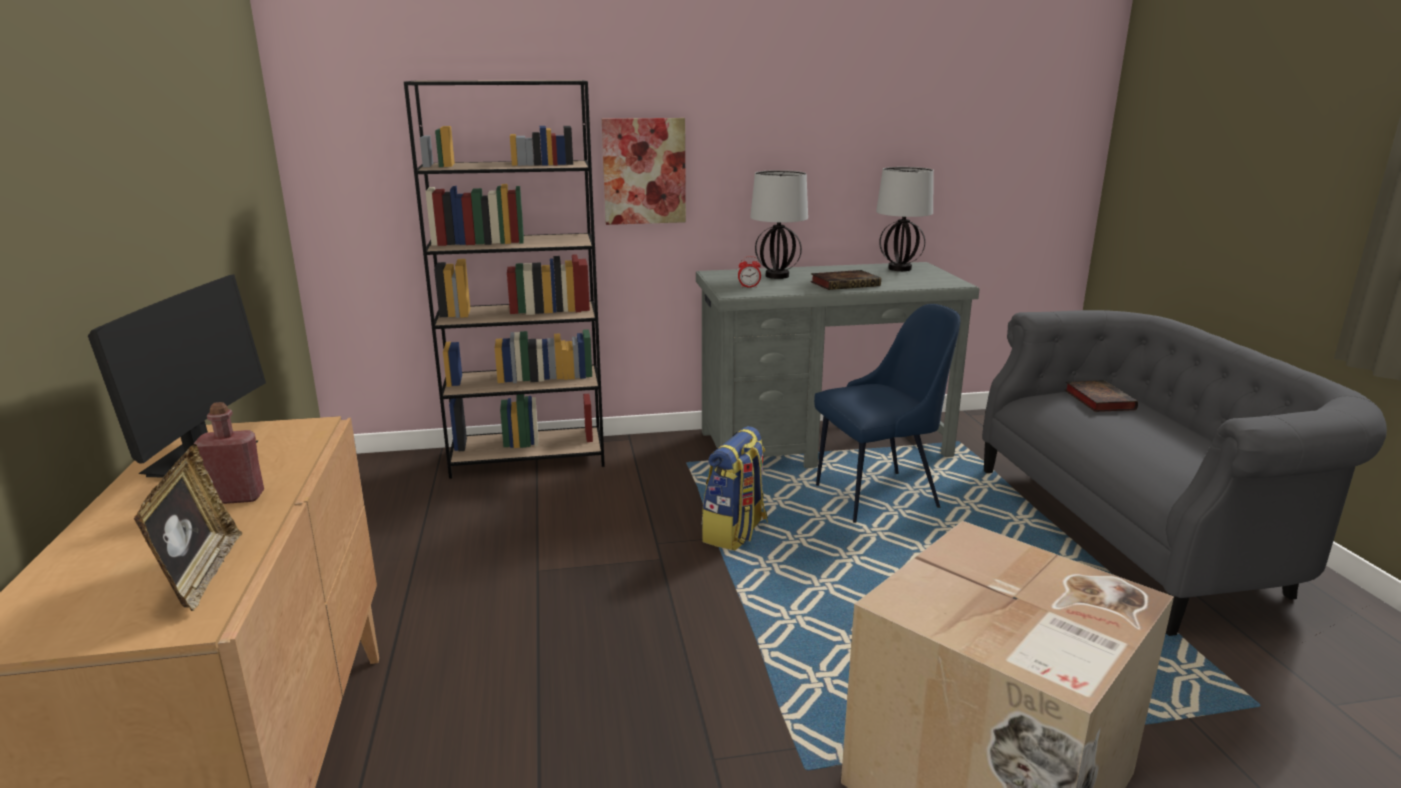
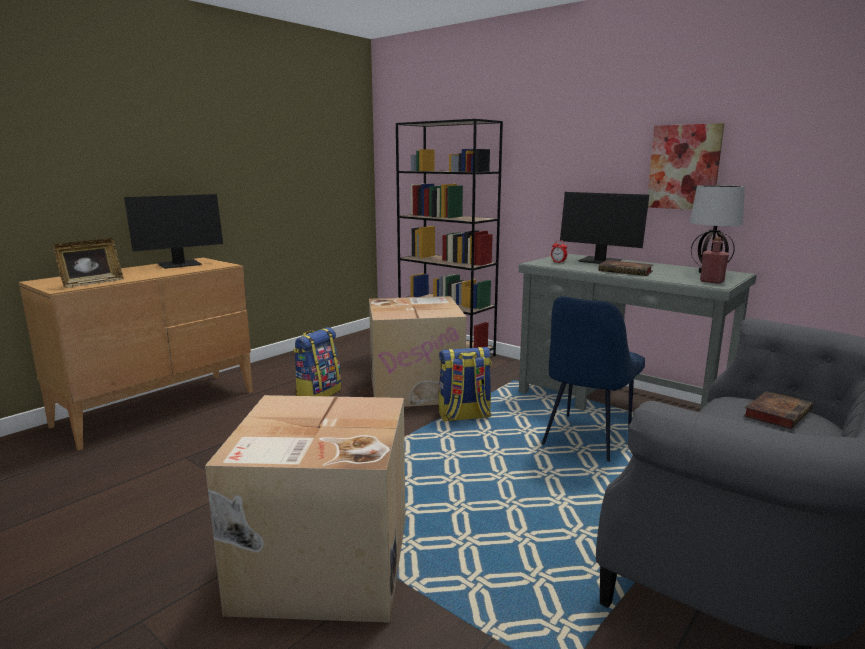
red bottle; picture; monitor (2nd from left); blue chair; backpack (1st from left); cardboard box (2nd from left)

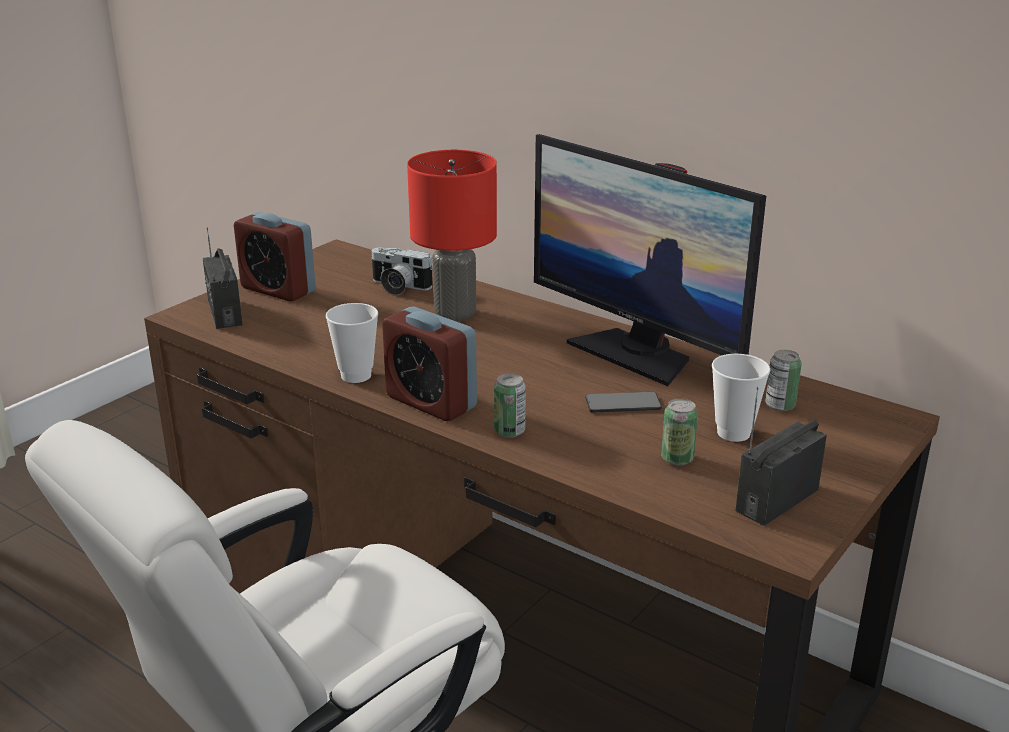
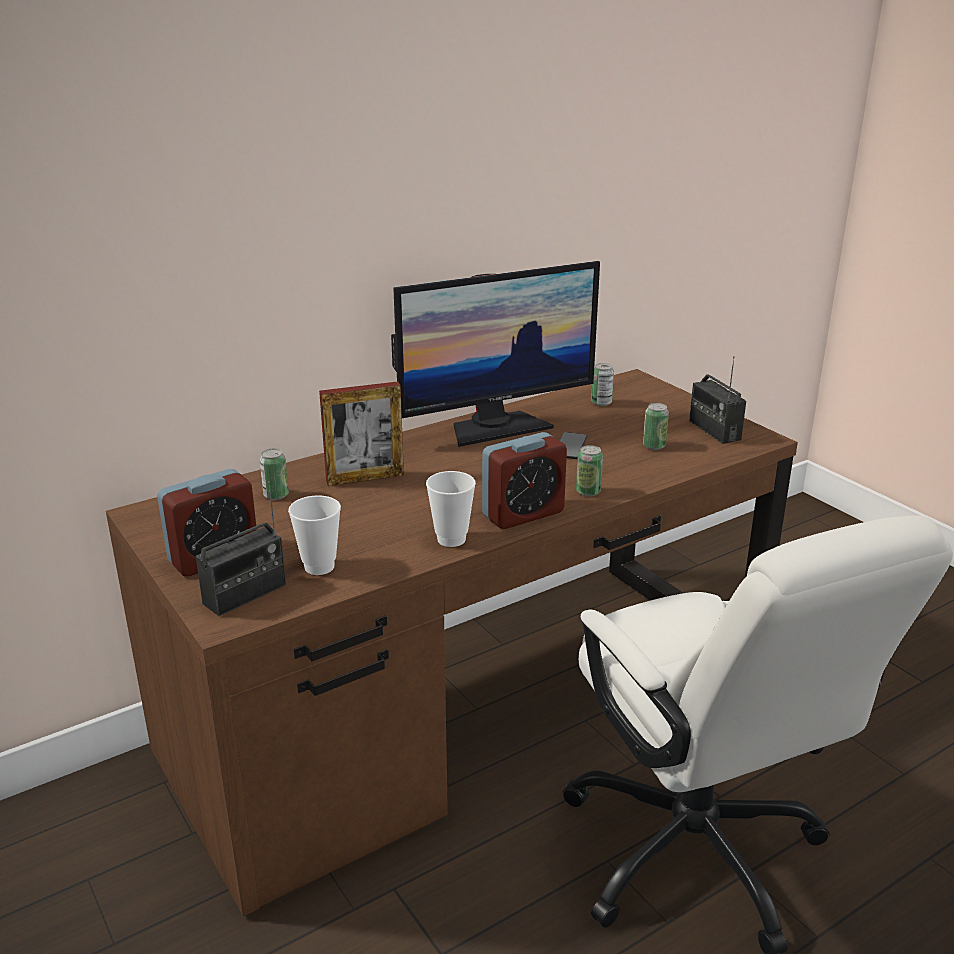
radio (1st from left); can (1st from left); picture frame; cup (1st from left)

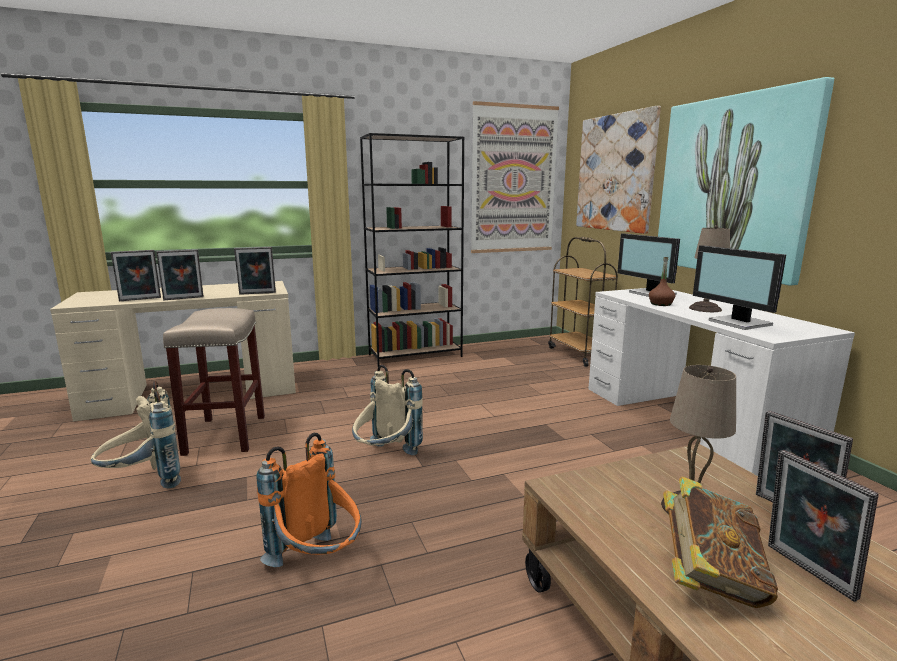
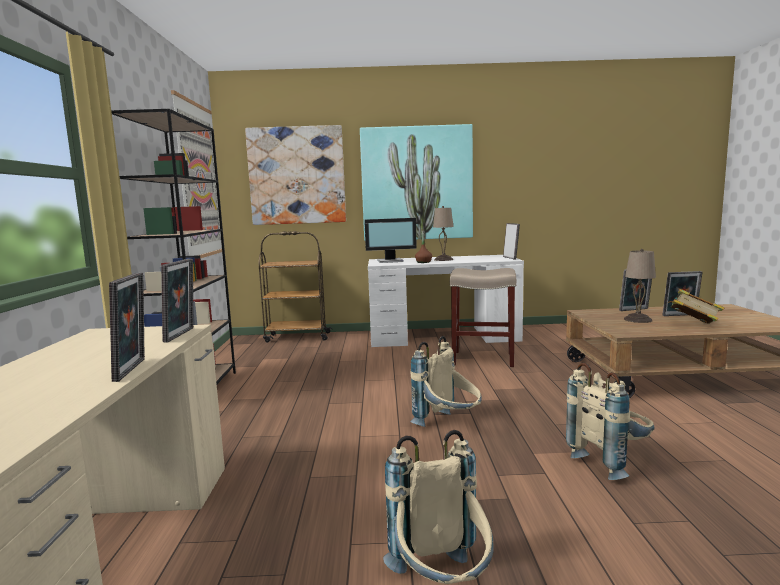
picture frame (3rd from left); beige stool; beige backpack (3rd from left); monitor (2nd from left in the first image)

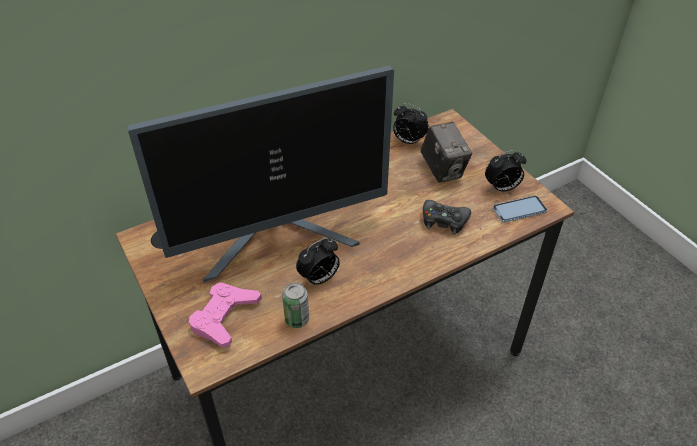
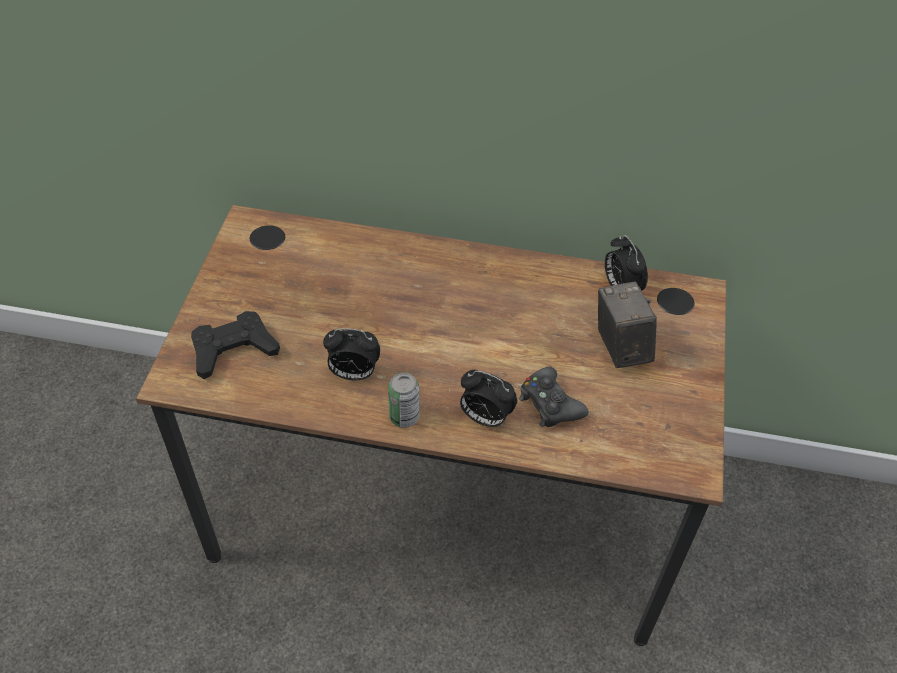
monitor; black game controller (1st from left); can; photo camera; alarm clock (2nd from left); phone

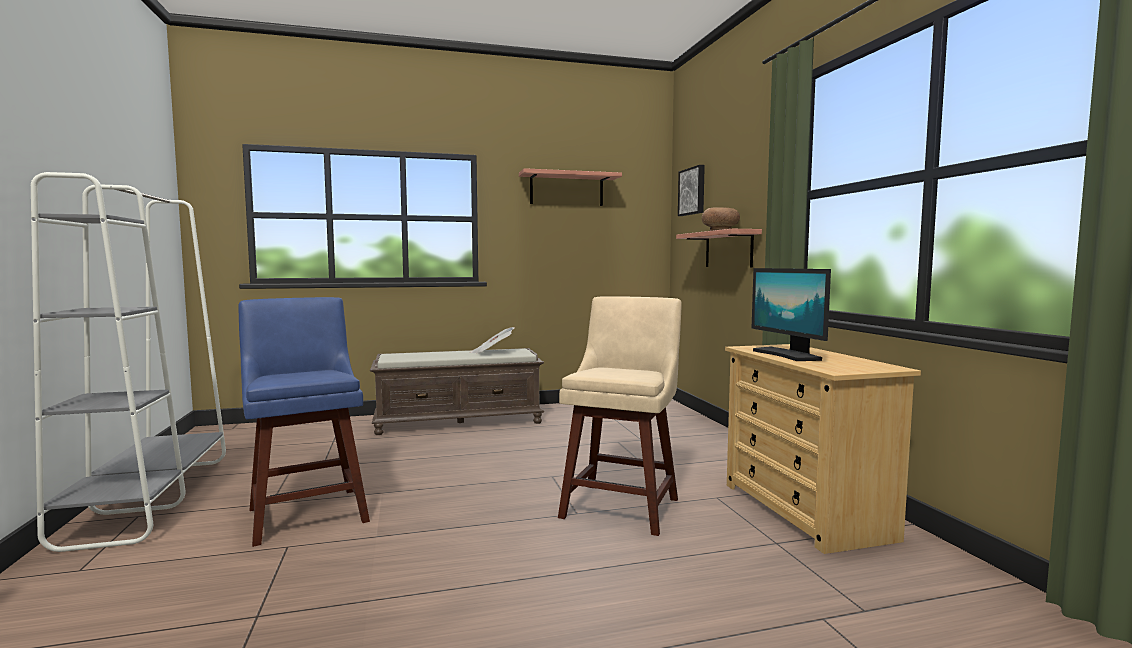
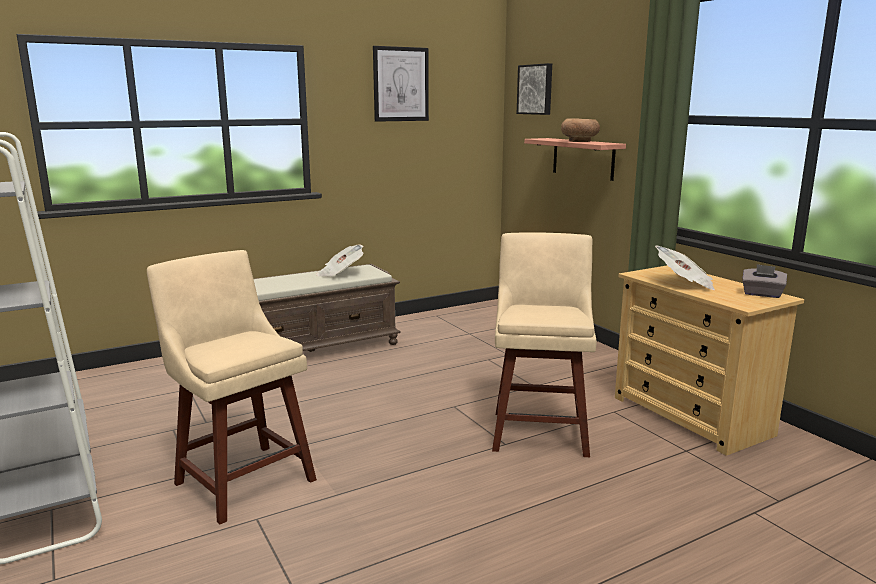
beige chair (1st from left); picture (1st from left); newspaper (2nd from left); grey tissue box

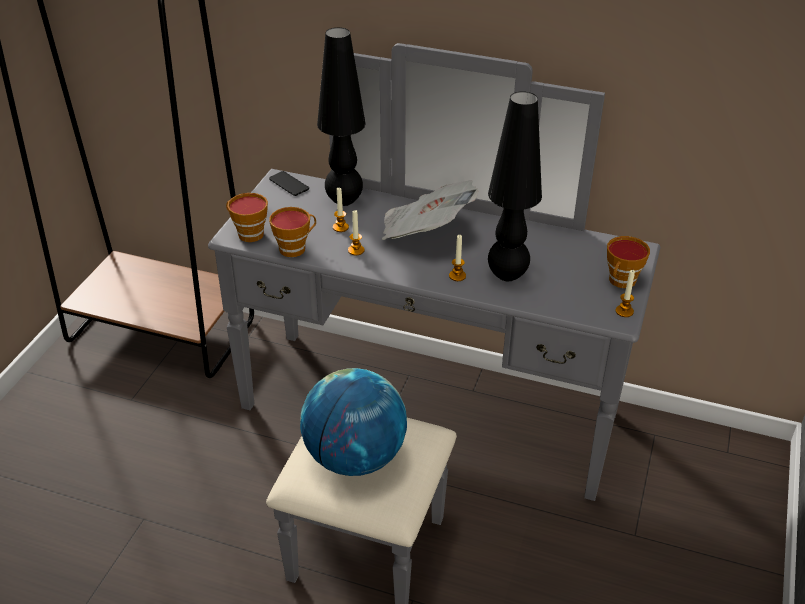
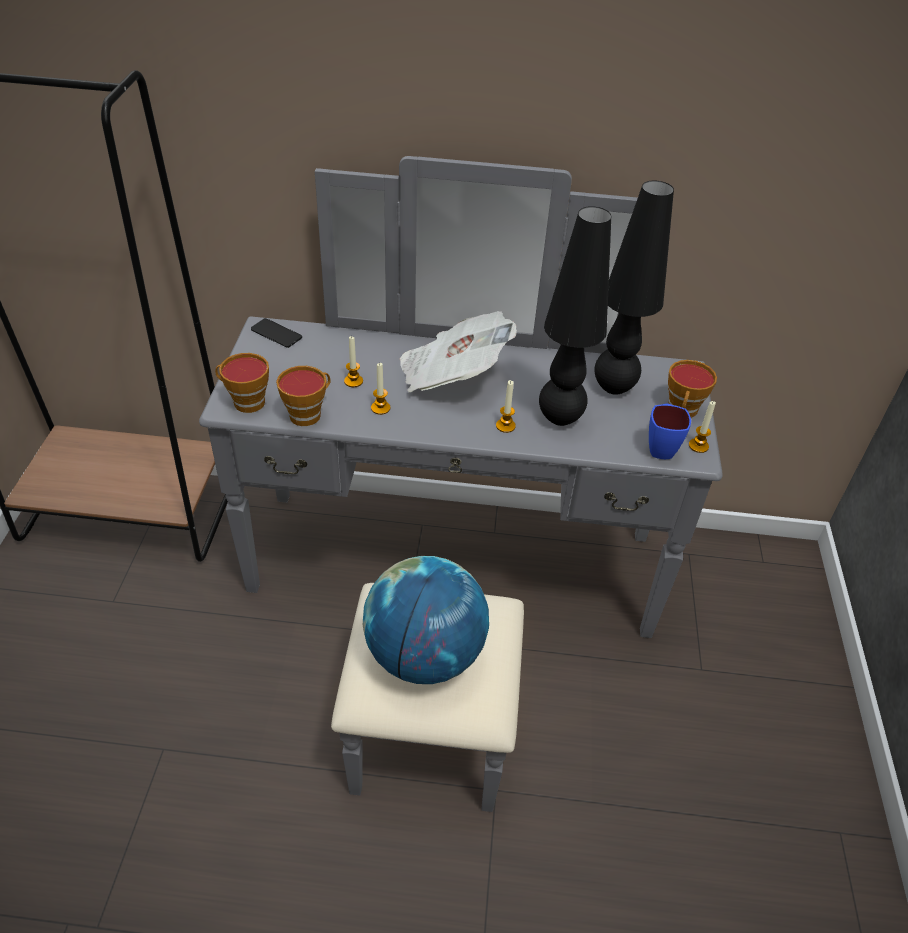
black table lamp (2nd from left); blue mug

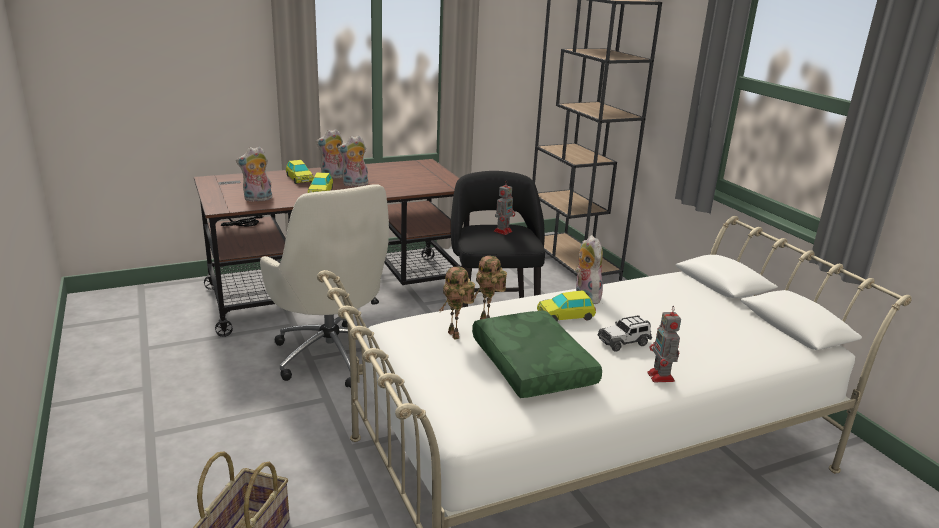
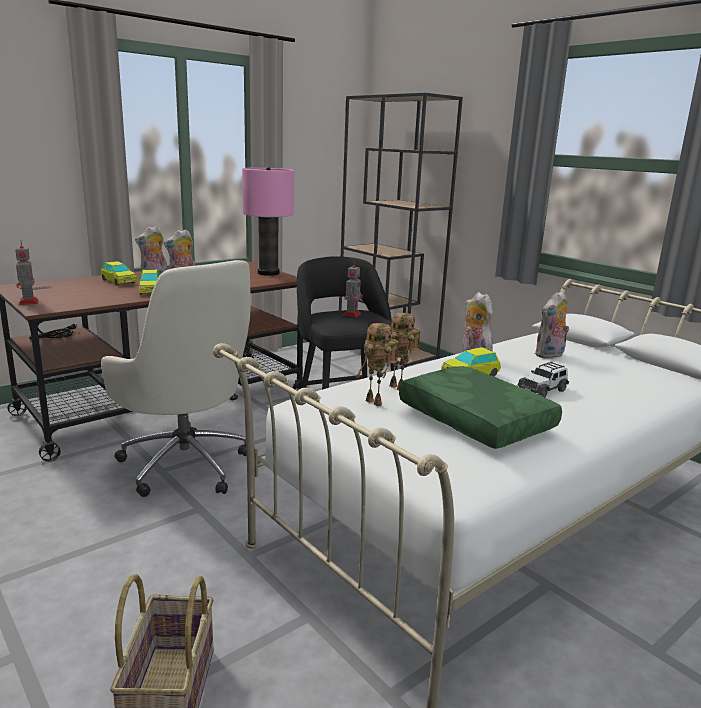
plush toy (4th from left); toy robot (1st from left); pink table lamp

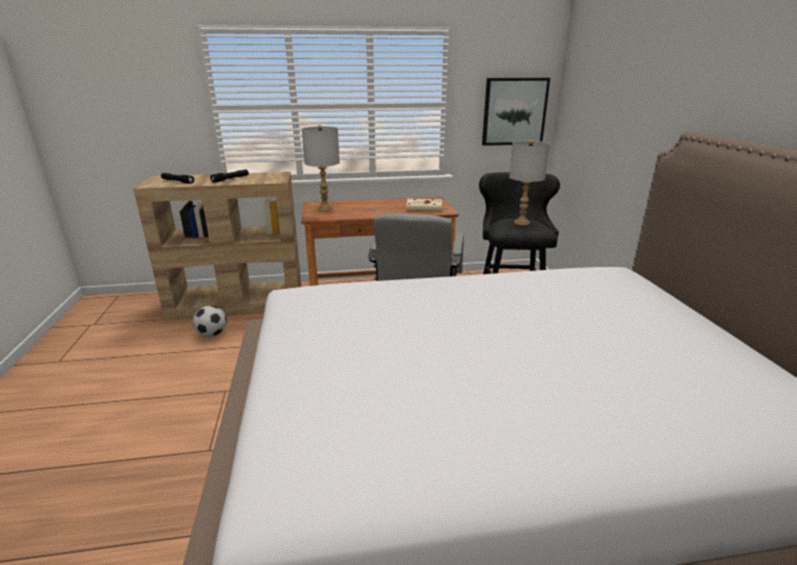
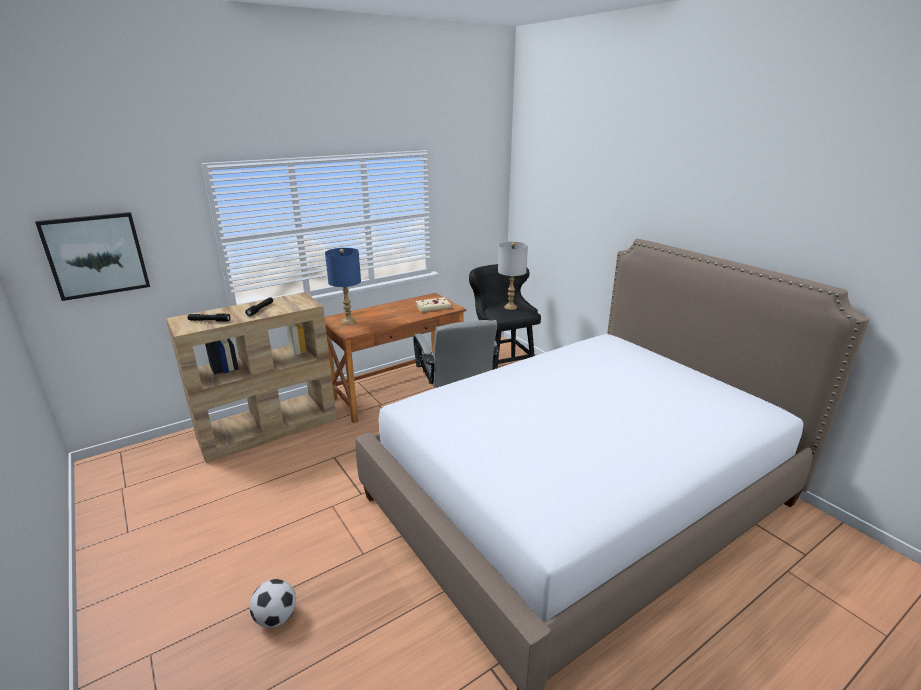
football; blue table lamp; picture

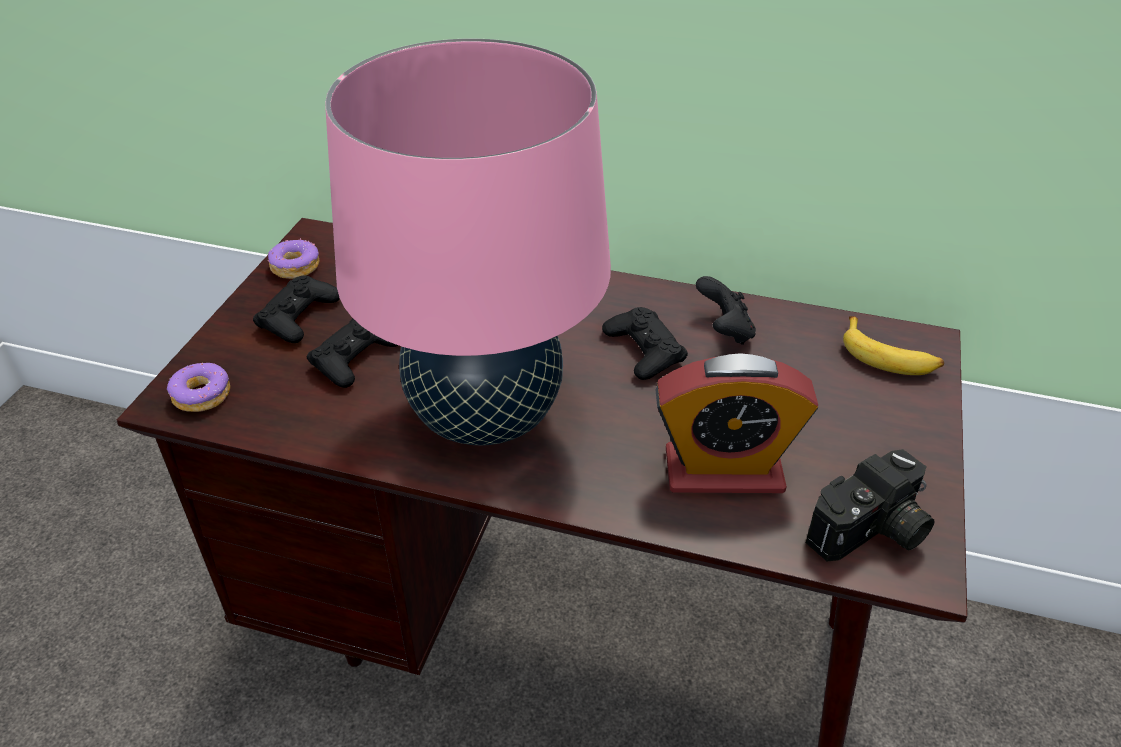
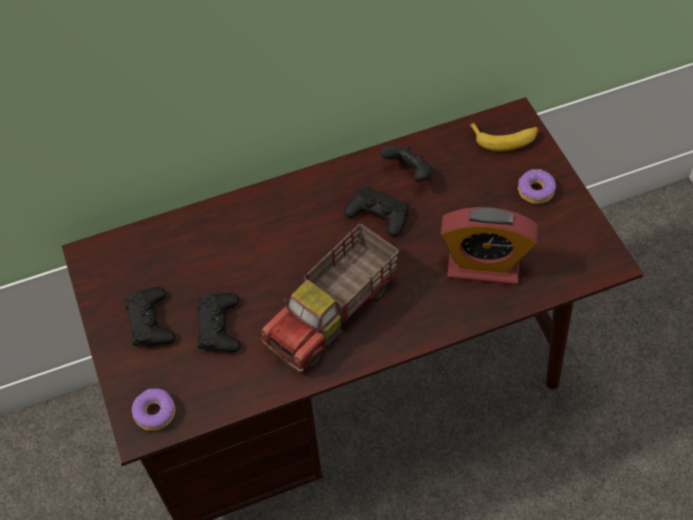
donut (2nd from left); toy truck; alarm clock; photo camera

